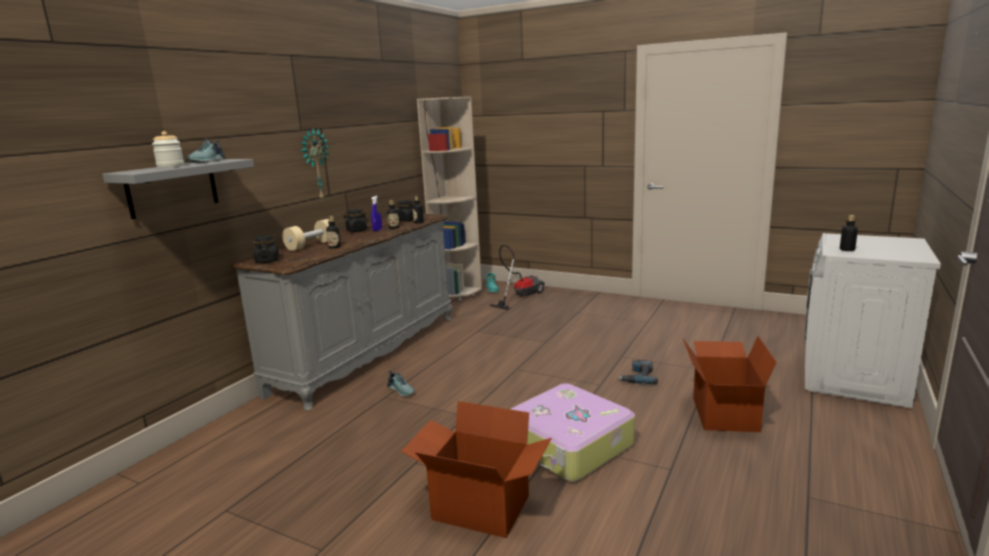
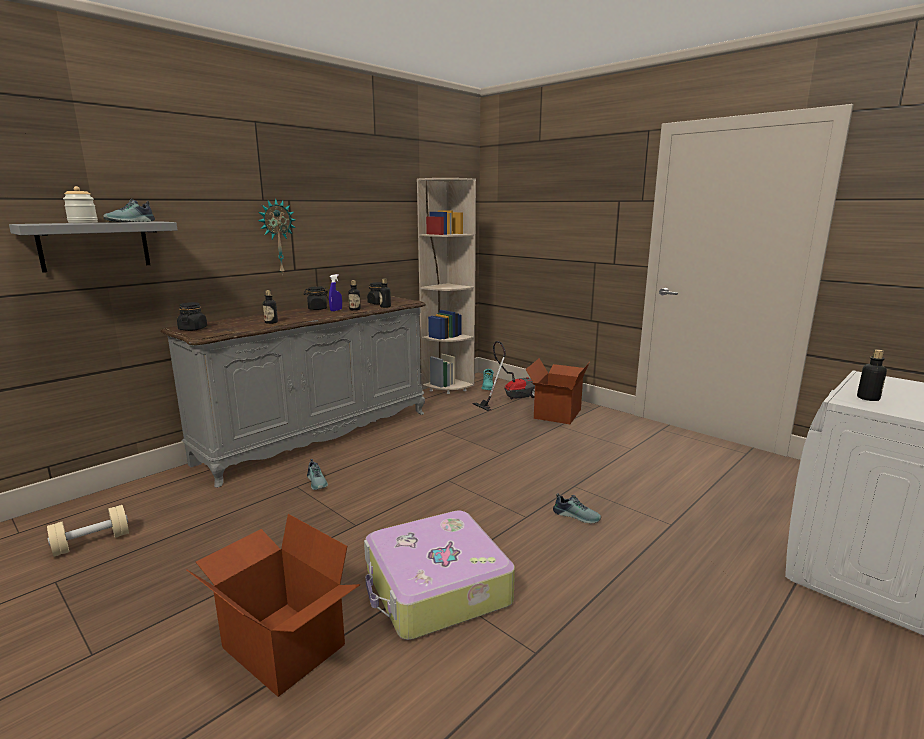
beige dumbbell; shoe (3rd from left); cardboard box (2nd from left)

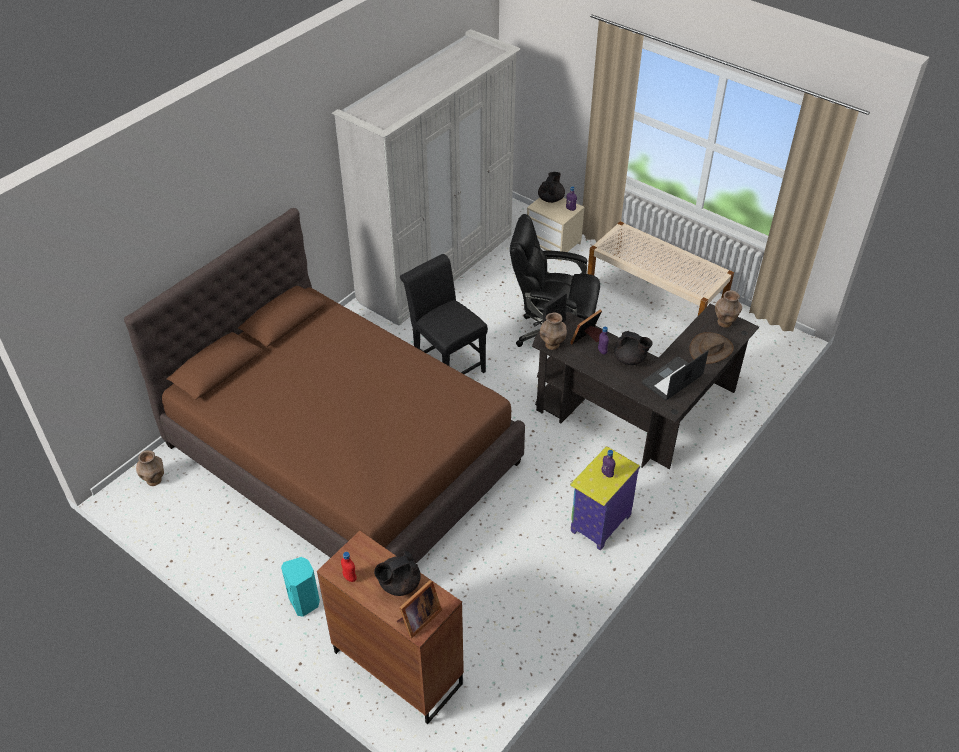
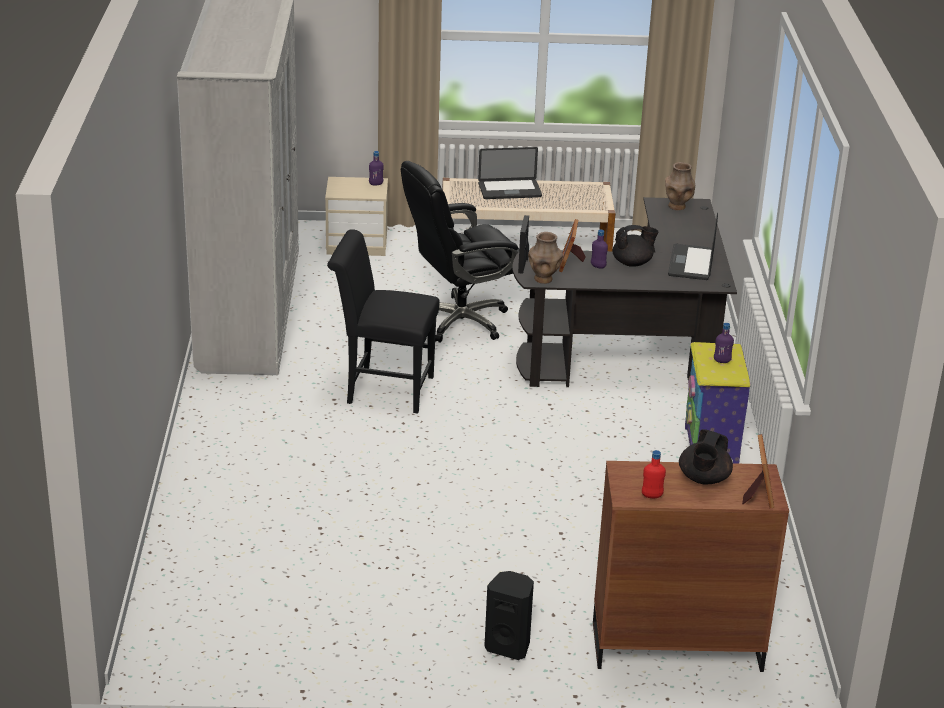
brown bed; brown vase (1st from left in the first image); black speaker; black teapot (2nd from left in the first image); brown hat; laptop (1st from left)

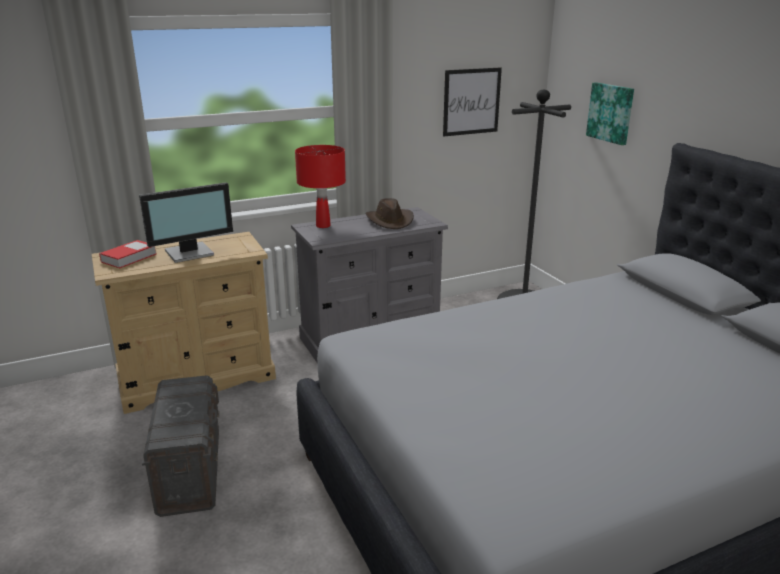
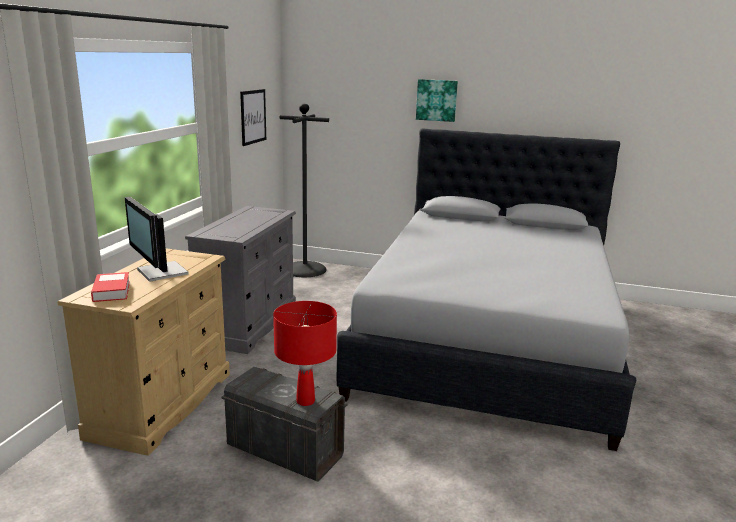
monitor; red table lamp; brown hat; picture (2nd from left)

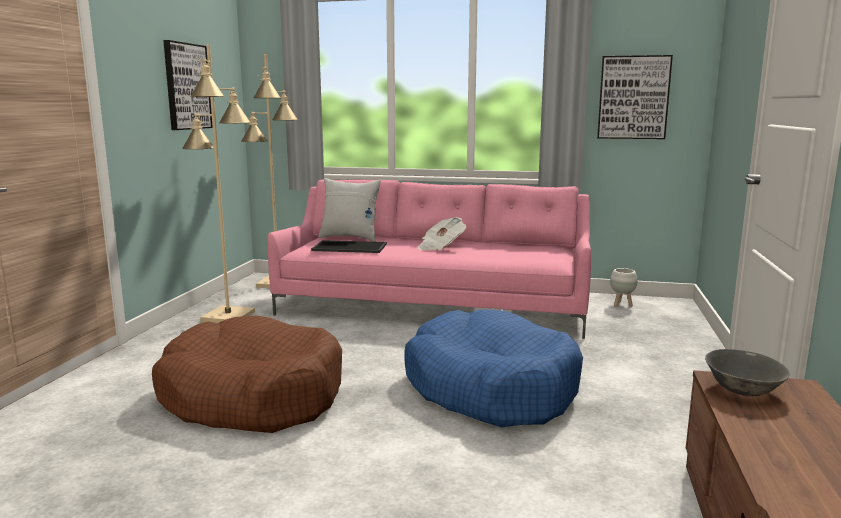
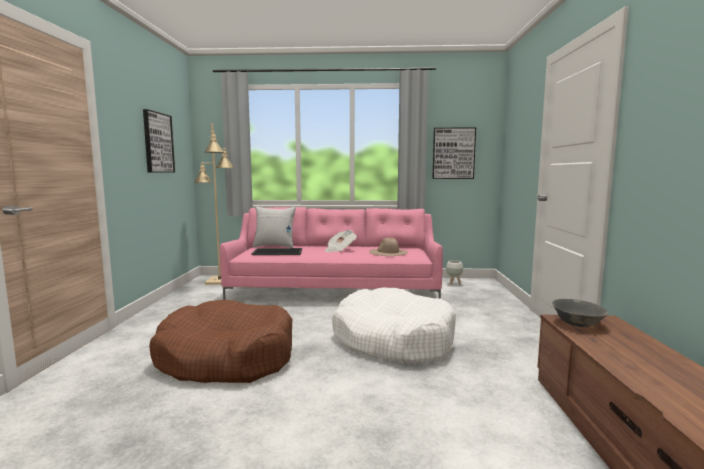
beige floor lamp (1st from left in the first image); white dog bed; beige hat

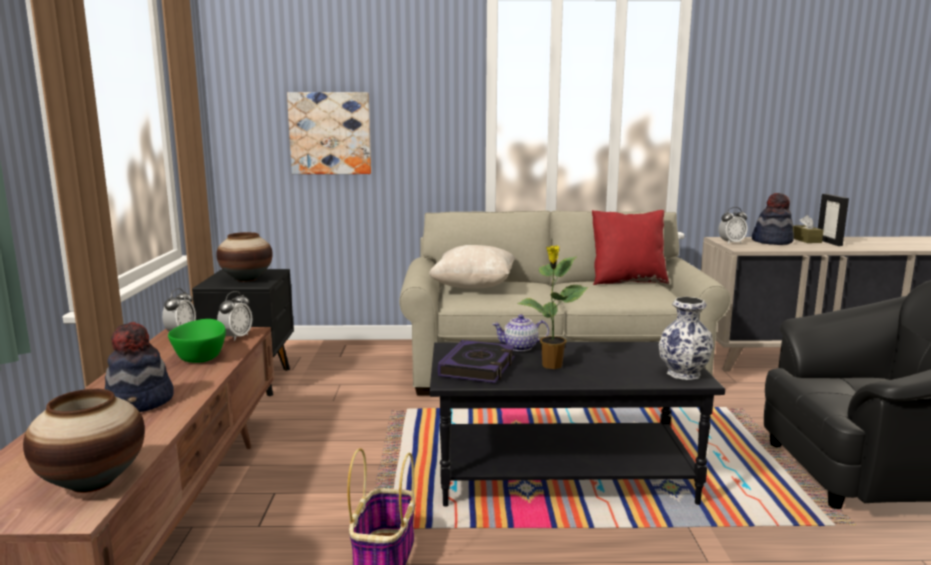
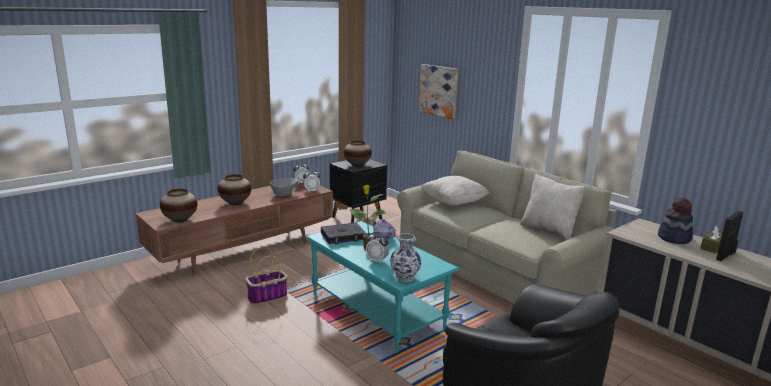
vase (2nd from left); grey bowl; turquoise coffee table; beige pillow (2nd from left); alarm clock (3rd from left)

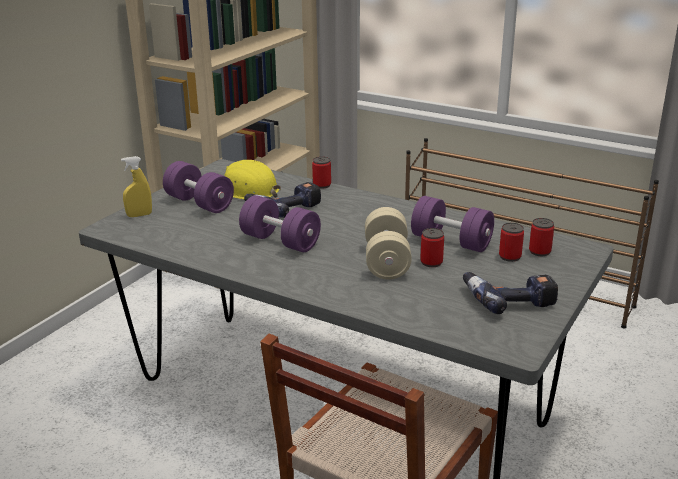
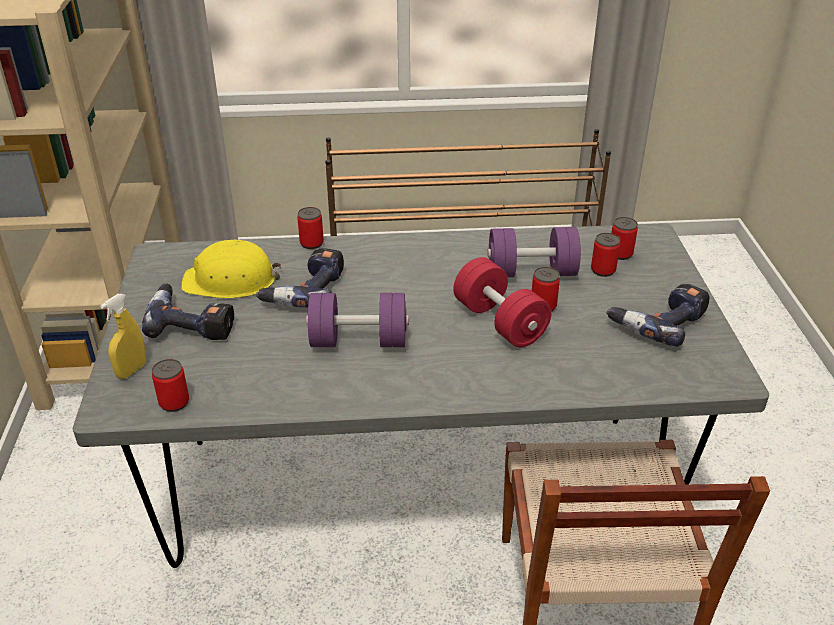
power drill (1st from left); red dumbbell; can (1st from left)

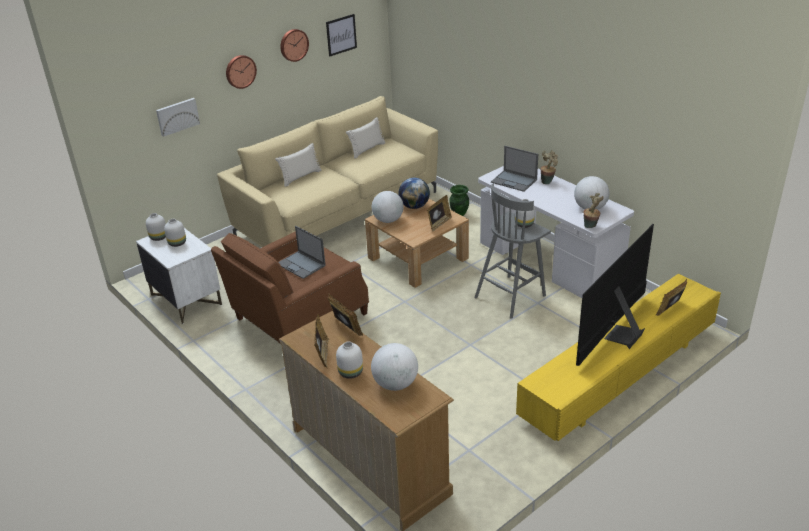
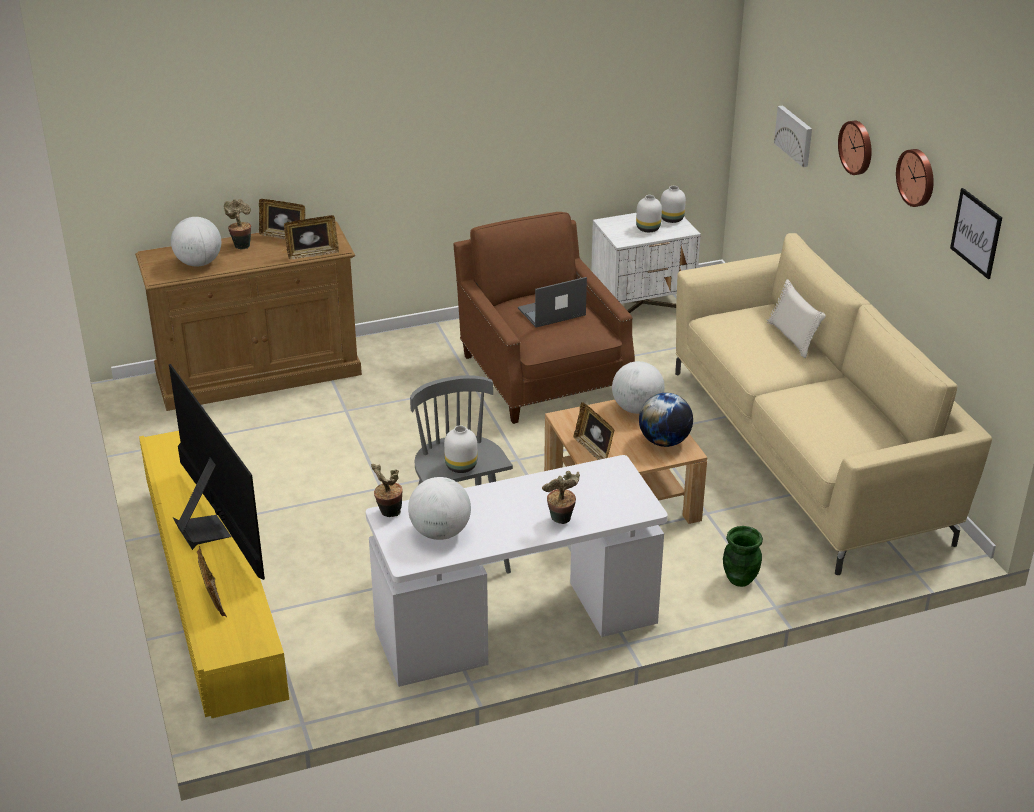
potted plant (1st from left); white pillow (2nd from left in the first image); laptop (2nd from left in the first image)

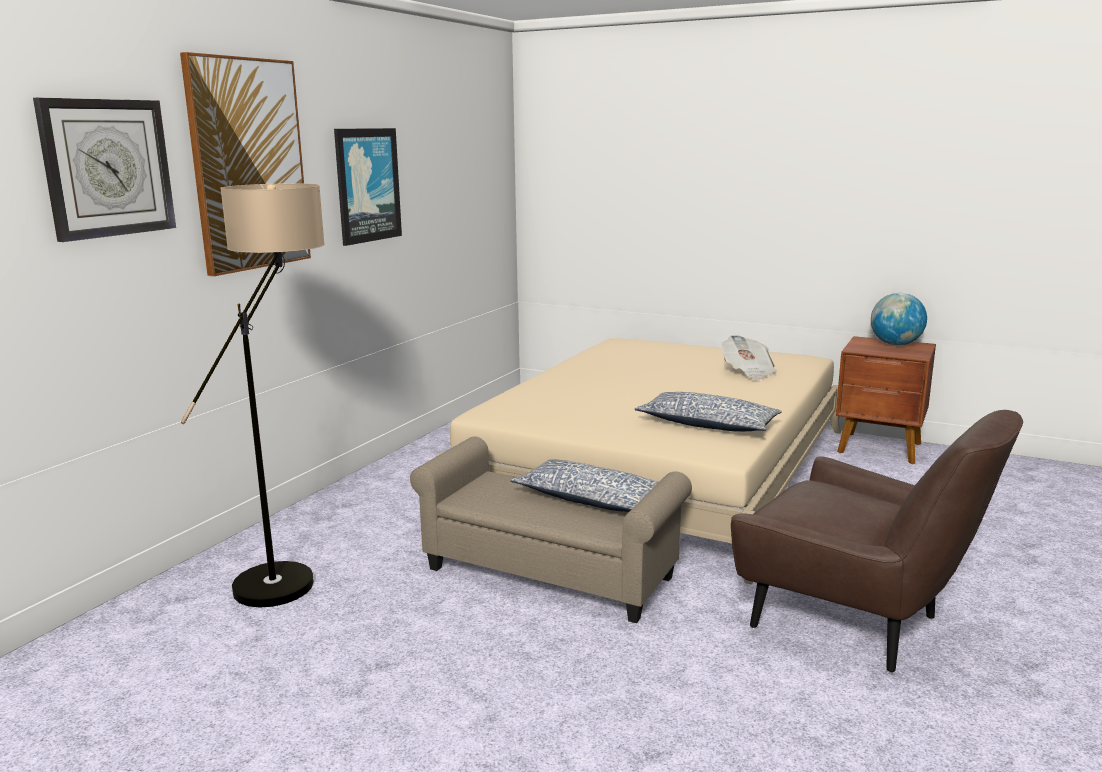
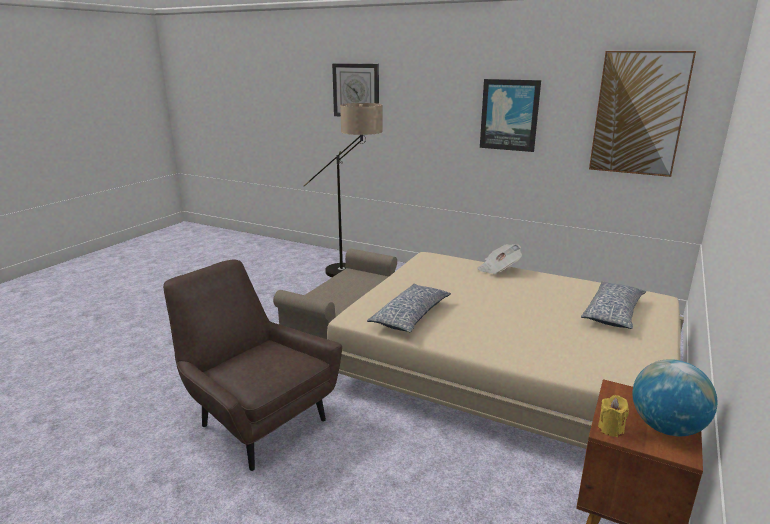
picture (2nd from left); pillow (2nd from left); newspaper; brown armchair; yellow candle

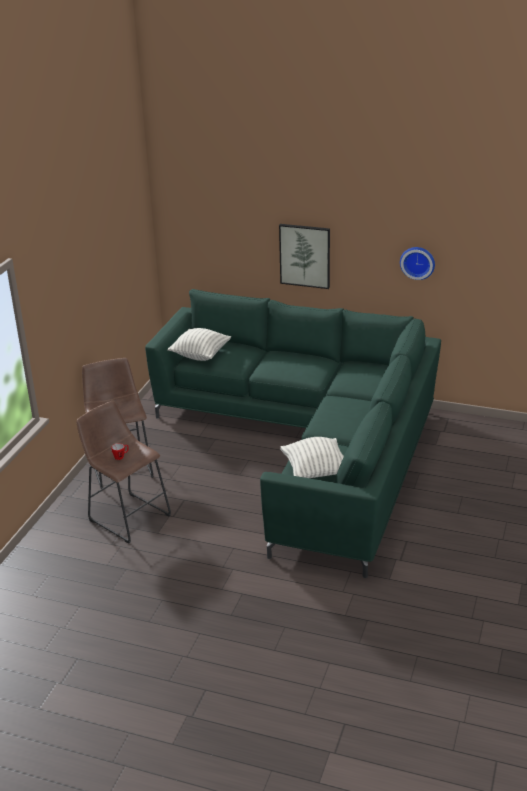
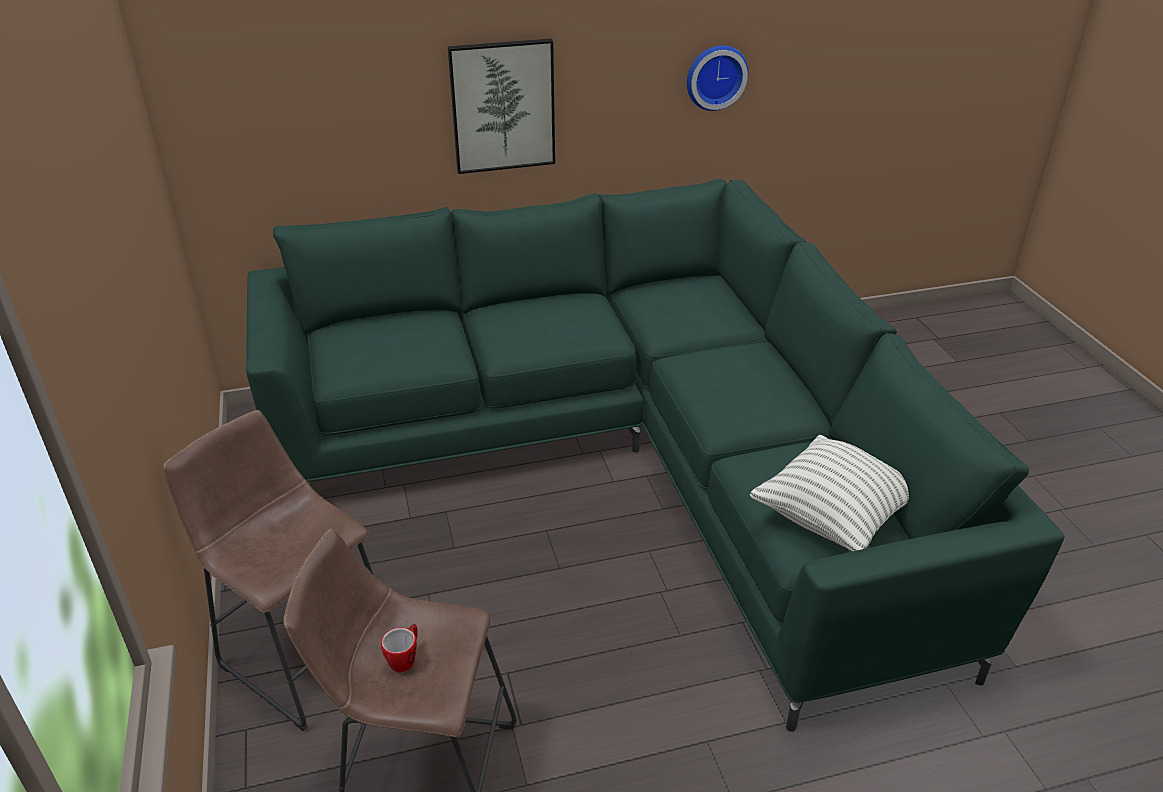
pillow (1st from left in the first image)

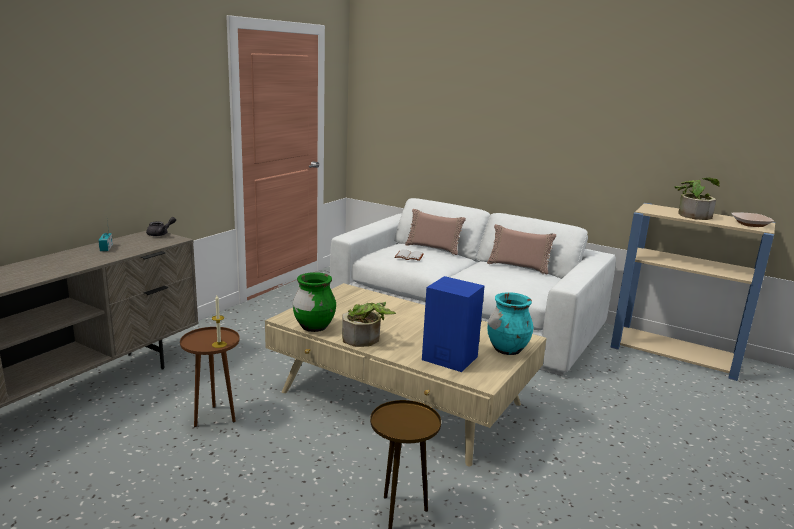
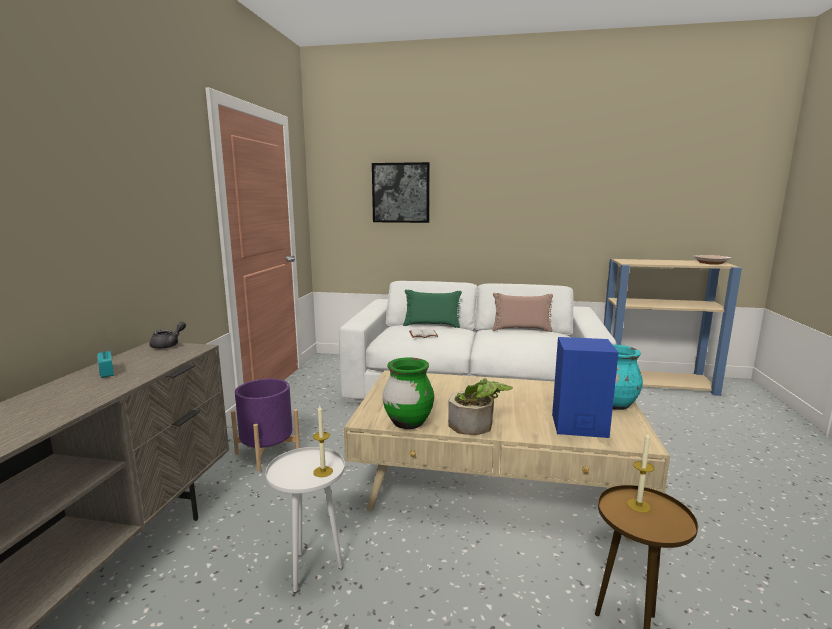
white side table; green pillow; potted plant (2nd from left in the first image); purple planter; picture; candle (2nd from left)

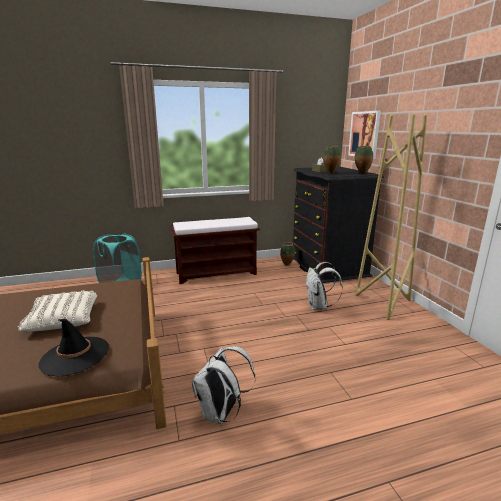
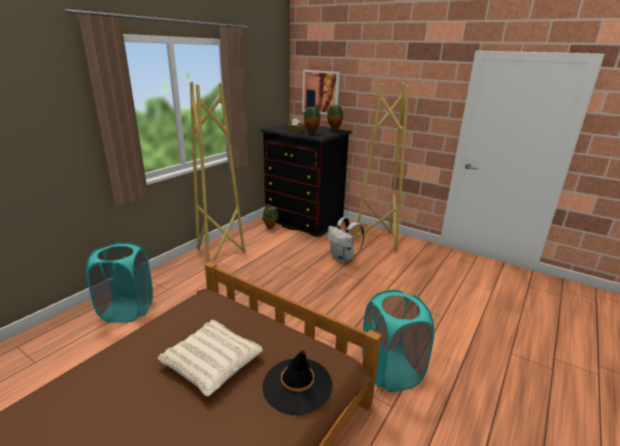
yellow clothes rack (1st from left); turquoise laundry basket (2nd from left)

